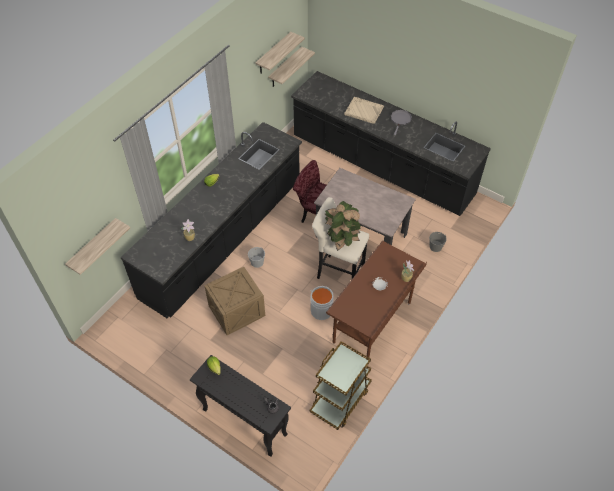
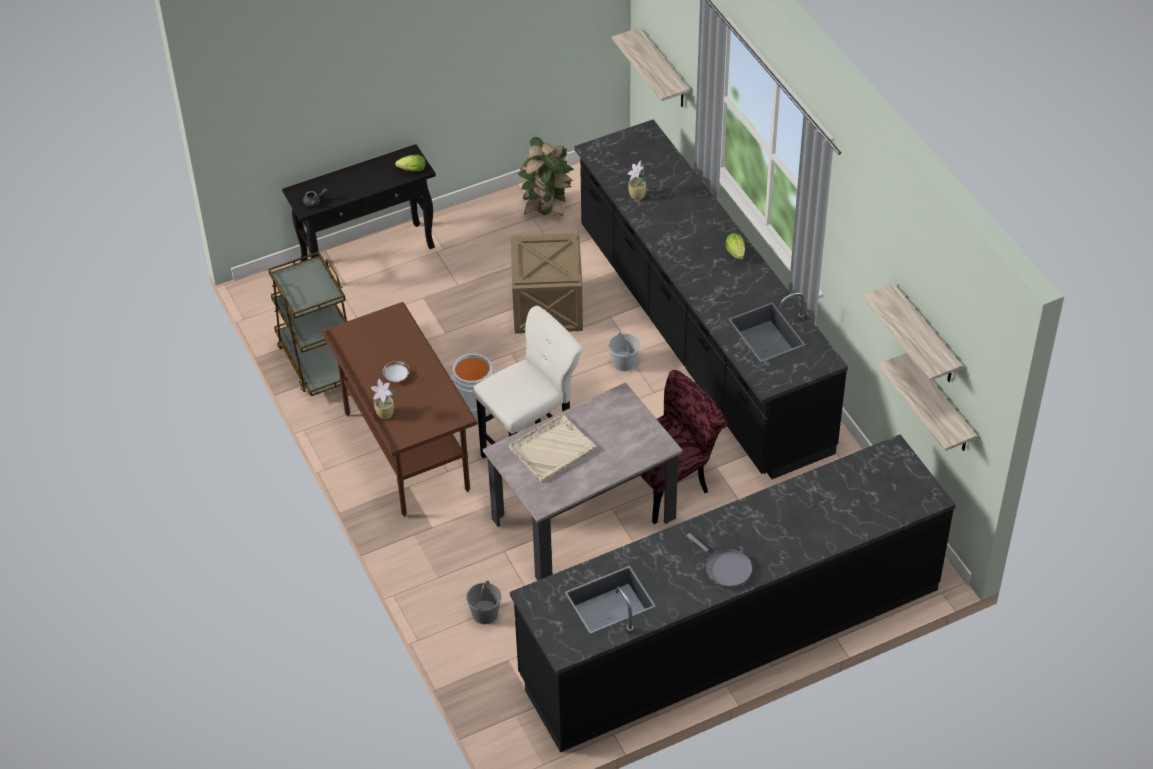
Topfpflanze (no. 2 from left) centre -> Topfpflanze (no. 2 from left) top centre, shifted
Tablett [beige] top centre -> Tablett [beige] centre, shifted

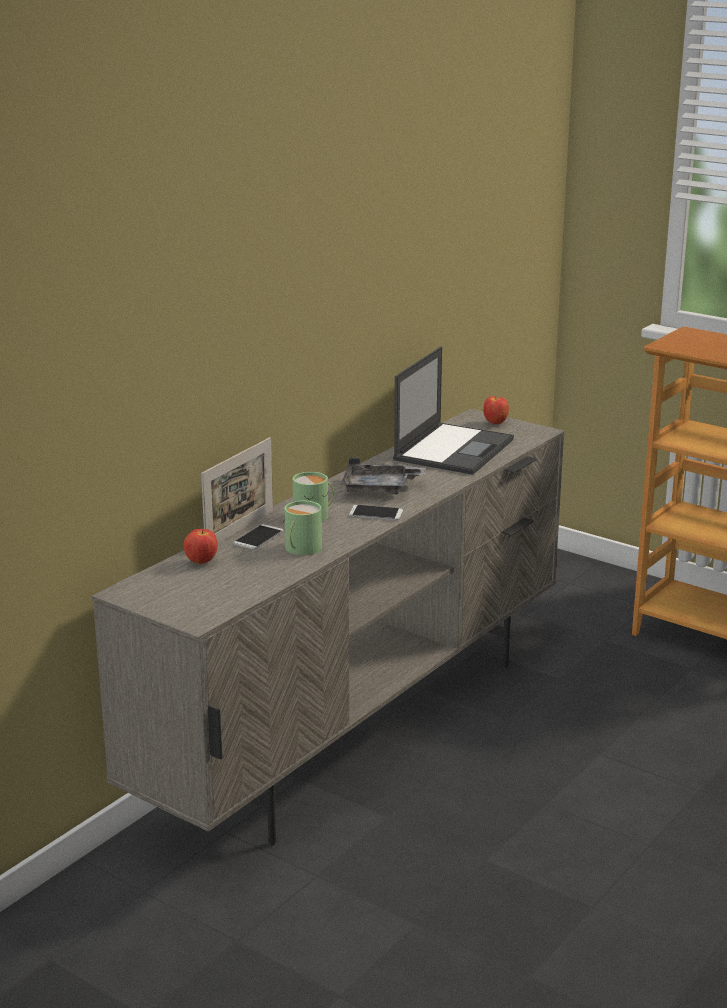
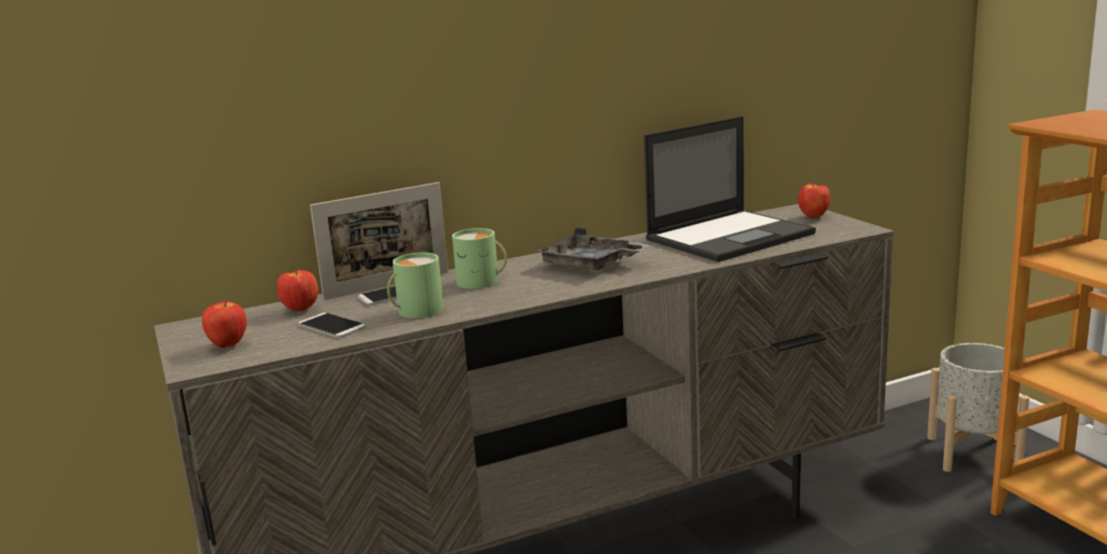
Handy (no. 2 from left in the first image) centre -> Handy (no. 1 from left) middle left, shifted
none -> Apfel (no. 1 from left) middle left
none -> Pflanzkübel [grau] bottom right

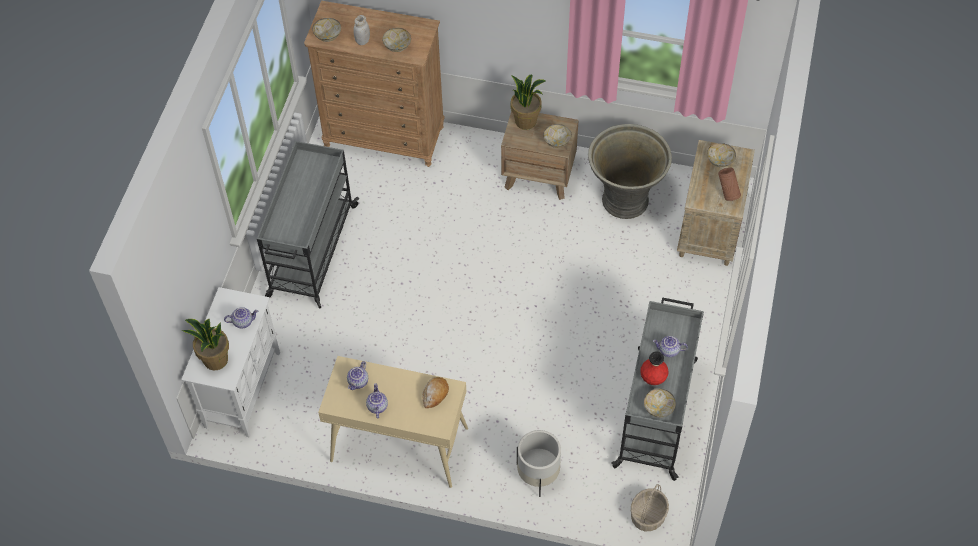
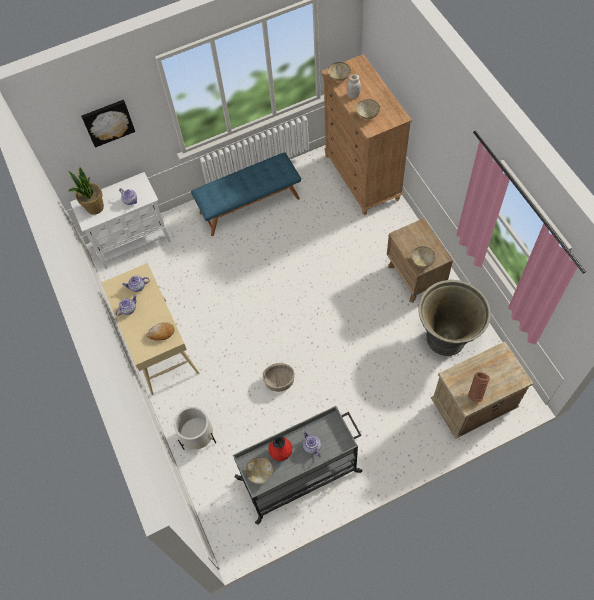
Rollwagen [grau] (no. 1 from left) middle left -> Bank [blau] top centre
Topfpflanze (no. 2 from left) top centre -> none
Korb bottom centre -> Korb centre, shifted
Schüssel (no. 5 from left) top right -> none
none -> Bild top left

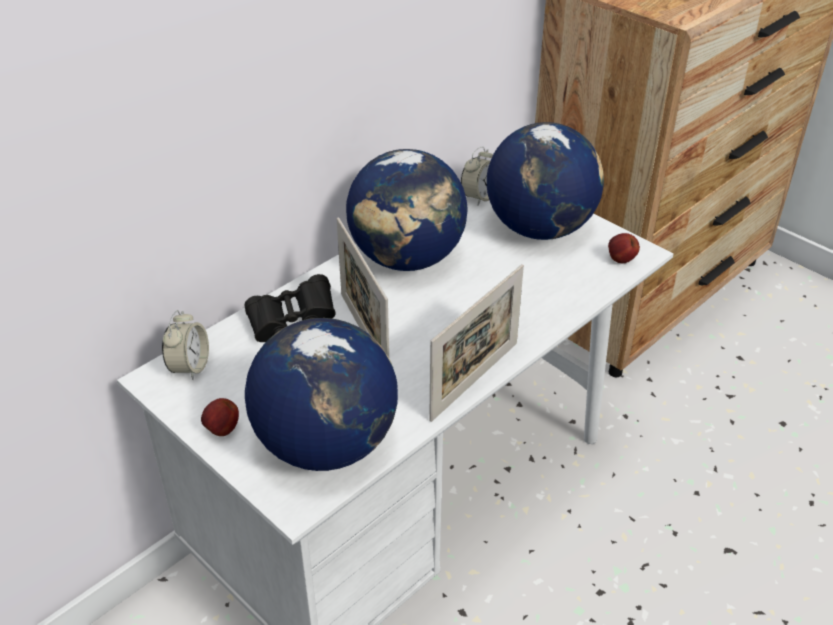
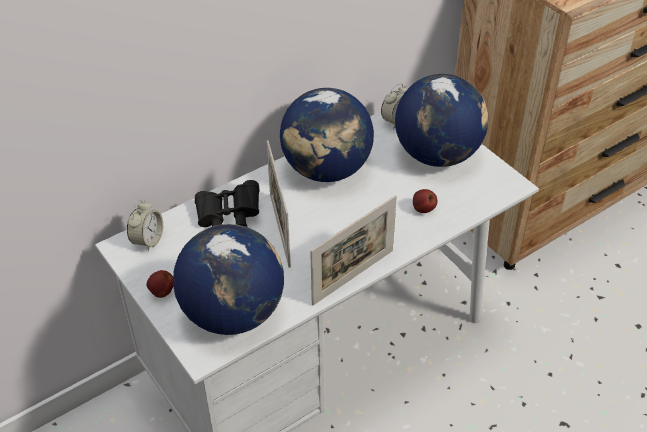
Apfel (no. 2 from left) middle right -> Apfel (no. 2 from left) centre, shifted

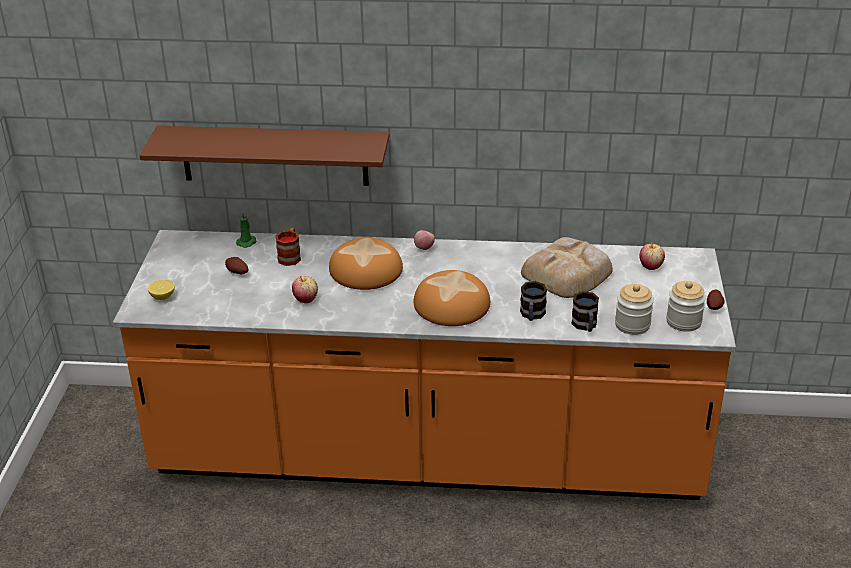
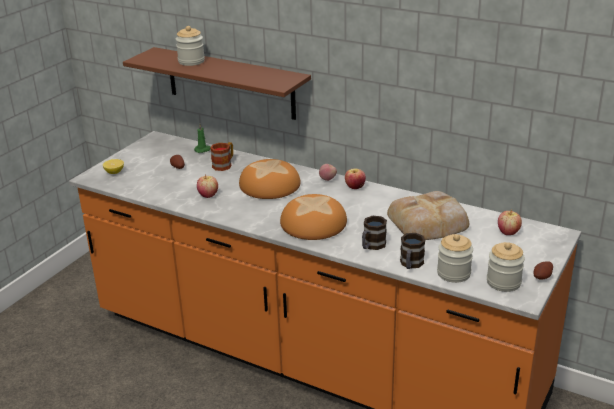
none -> Vorratsglas (no. 1 from left) top left
none -> Apfel (no. 3 from left) centre

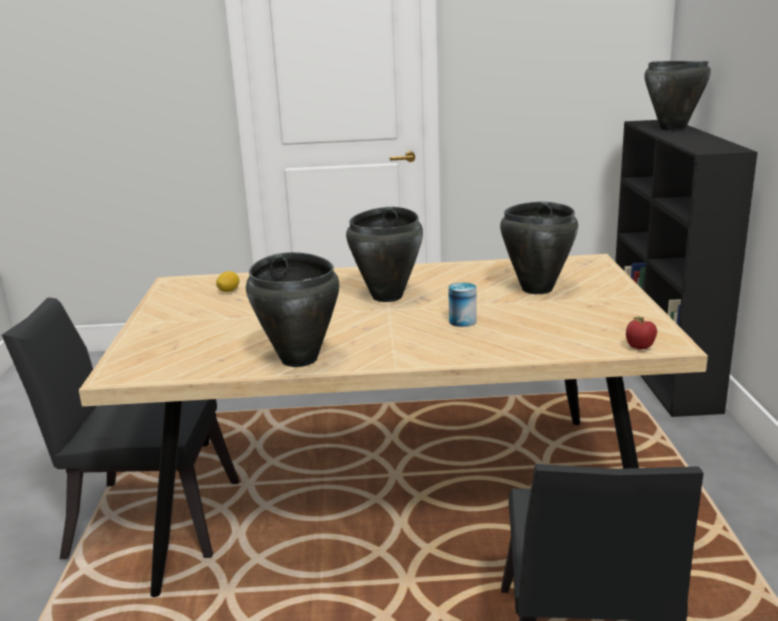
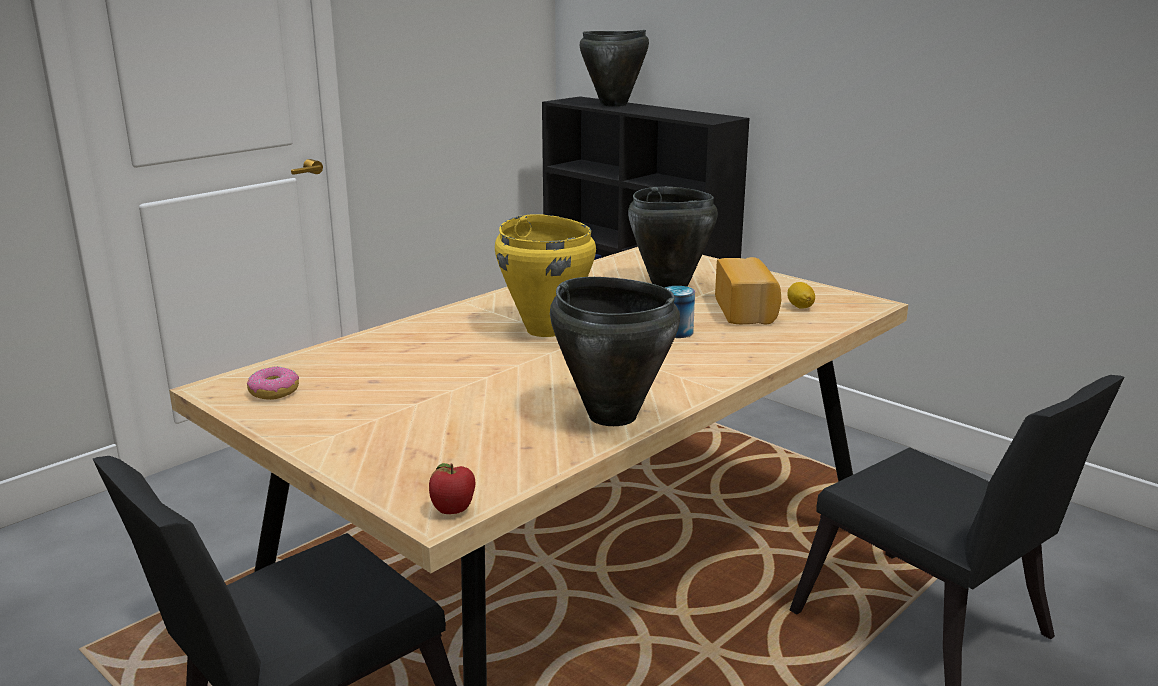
Zitrone middle left -> Zitrone middle right, shifted
Kochtopf [schwarz] (no. 2 from left) centre -> Kochtopf [gelb] centre
Apfel middle right -> Apfel bottom centre, shifted
none -> Donut middle left
none -> Brot centre

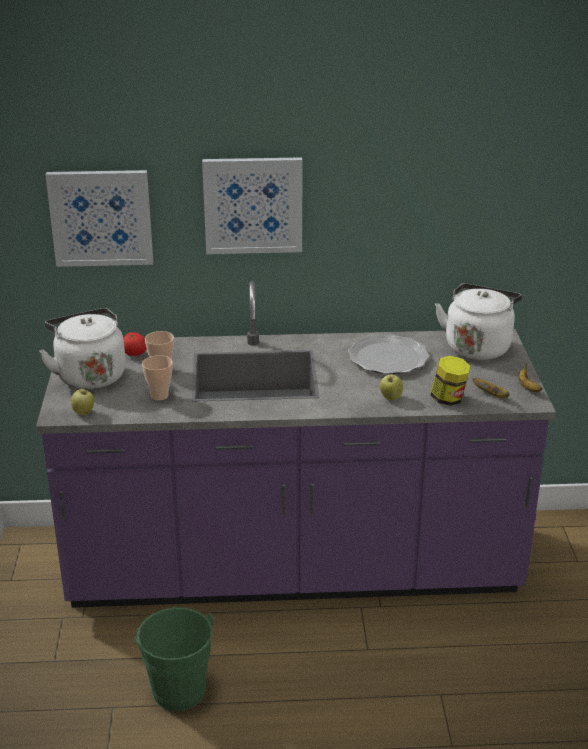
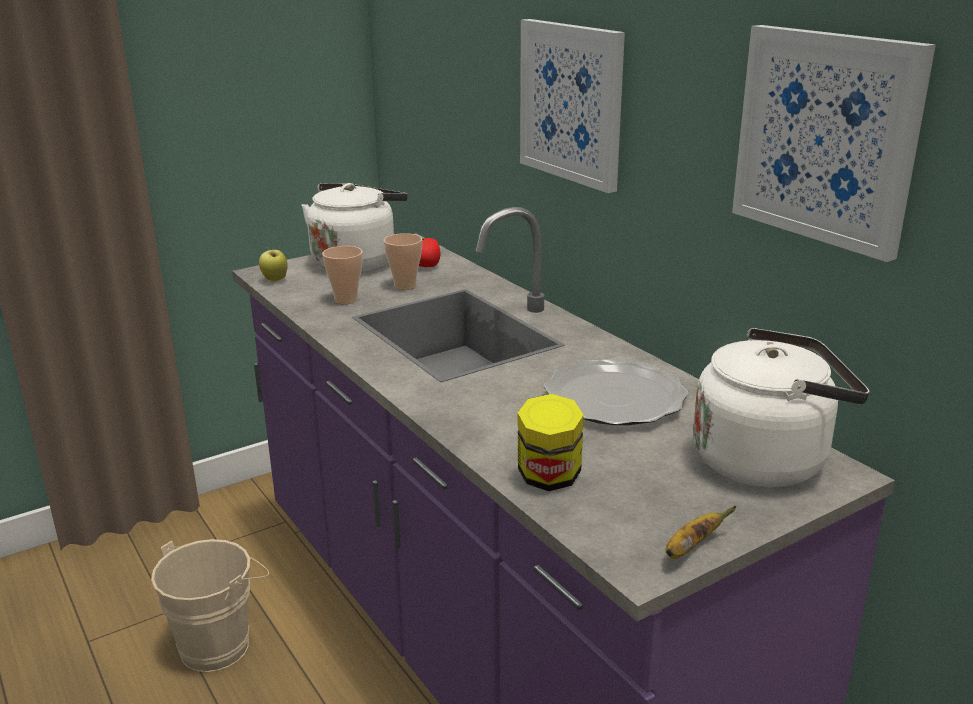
Bild (no. 1 from left in the first image) top left -> Bild (no. 2 from left) top right, shifted
Eimer [grün] bottom left -> Eimer [beige] bottom left
Apfel (no. 2 from left) centre -> none
Banane (no. 1 from left) middle right -> none

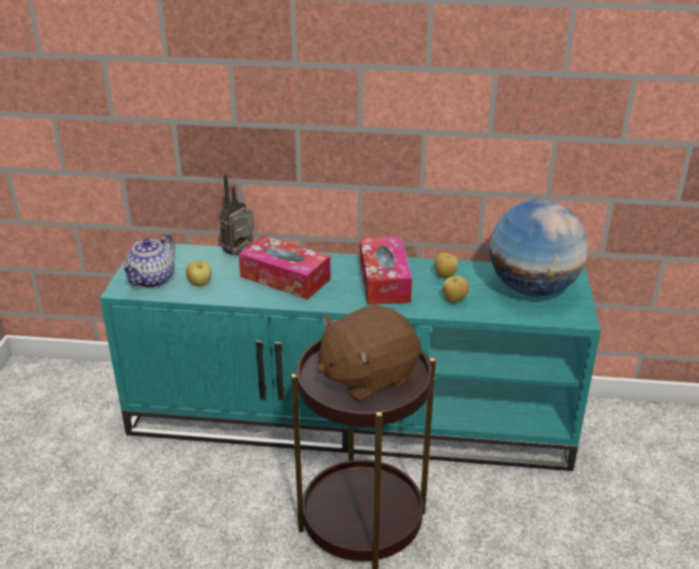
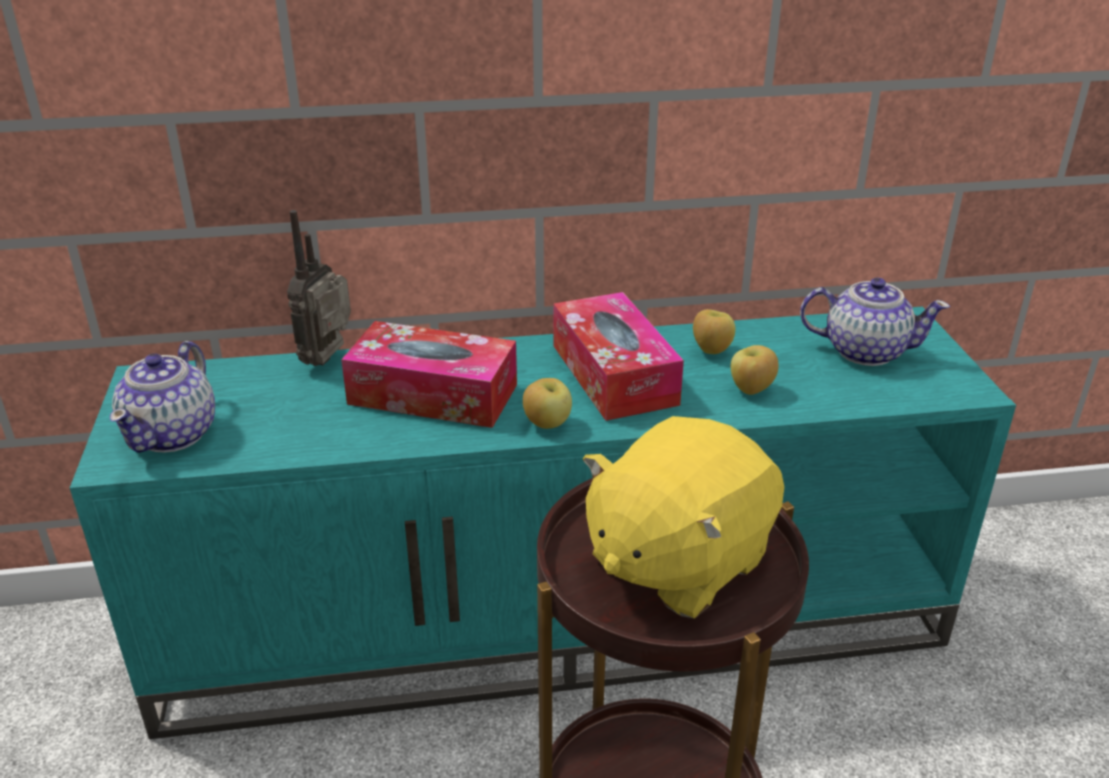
Apfel (no. 1 from left) middle left -> Apfel (no. 1 from left) centre, shifted
Plüschtier [braun] centre -> Plüschtier [gelb] centre
Globus middle right -> Teekanne (no. 2 from left) middle right

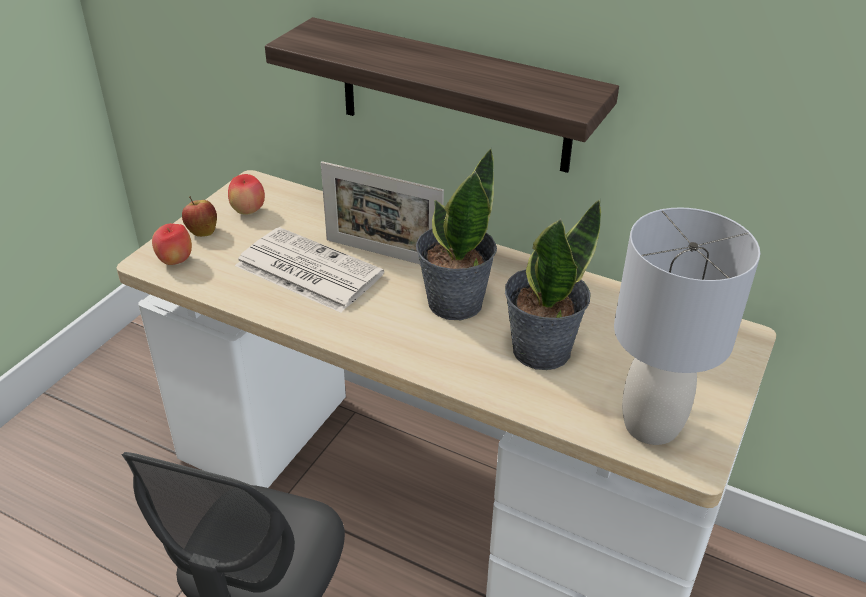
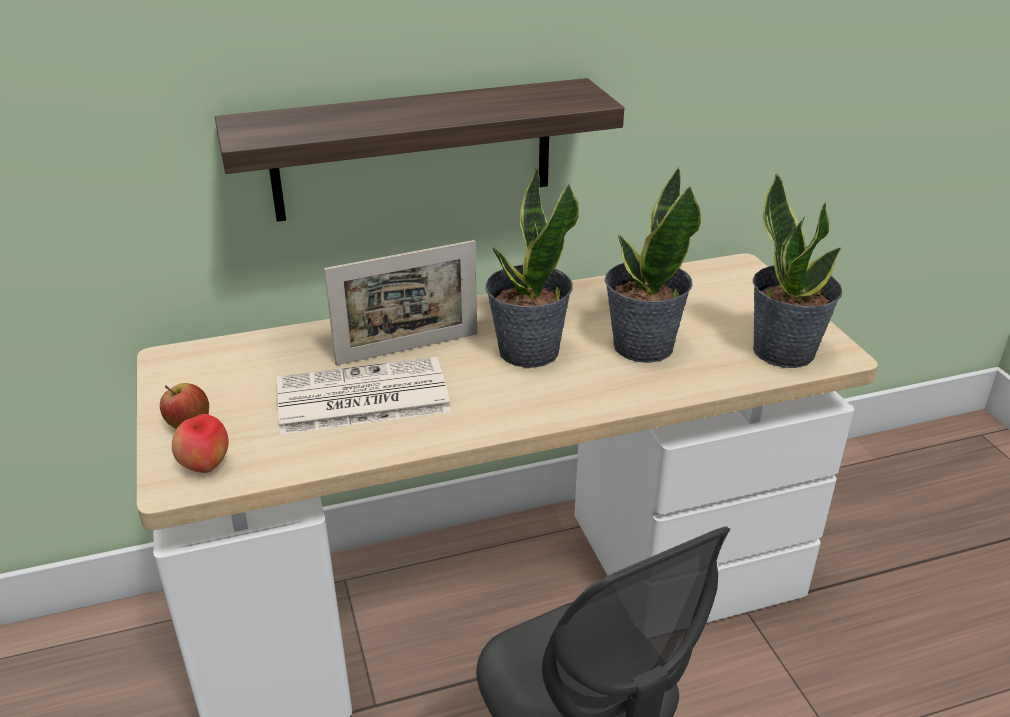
Apfel (no. 3 from left) top left -> none
Tischlampe [grau] middle right -> Topfpflanze (no. 3 from left) middle right

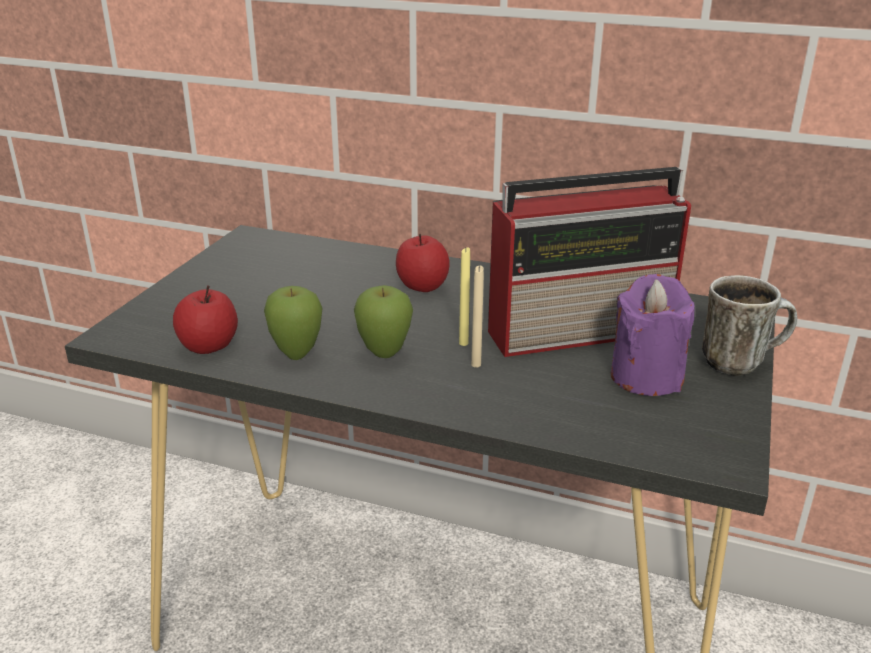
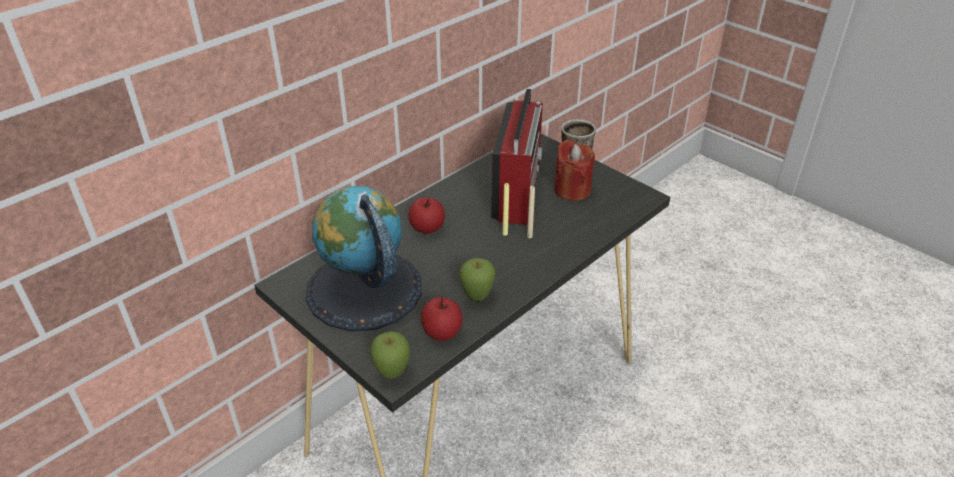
Apfel (no. 3 from left in the first image) centre -> Apfel (no. 1 from left) bottom centre, shifted
Kerze [lila] middle right -> Kerze [rot] centre
none -> Globus centre

